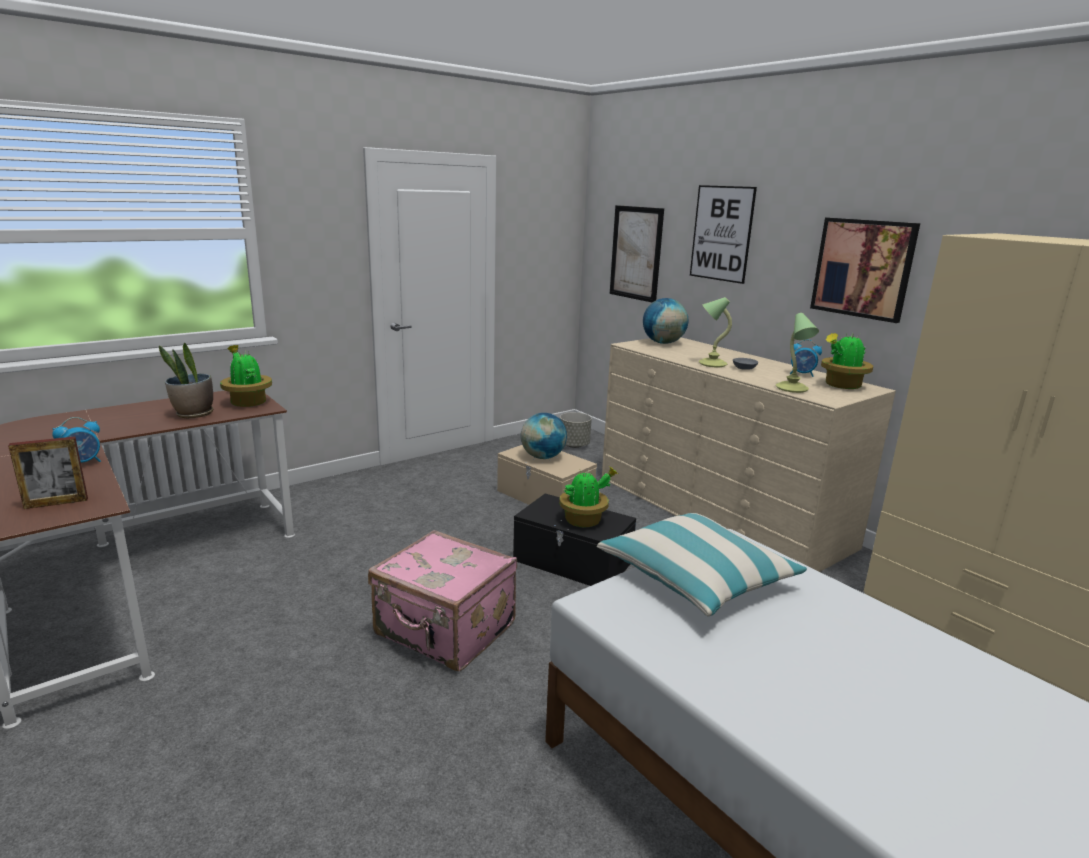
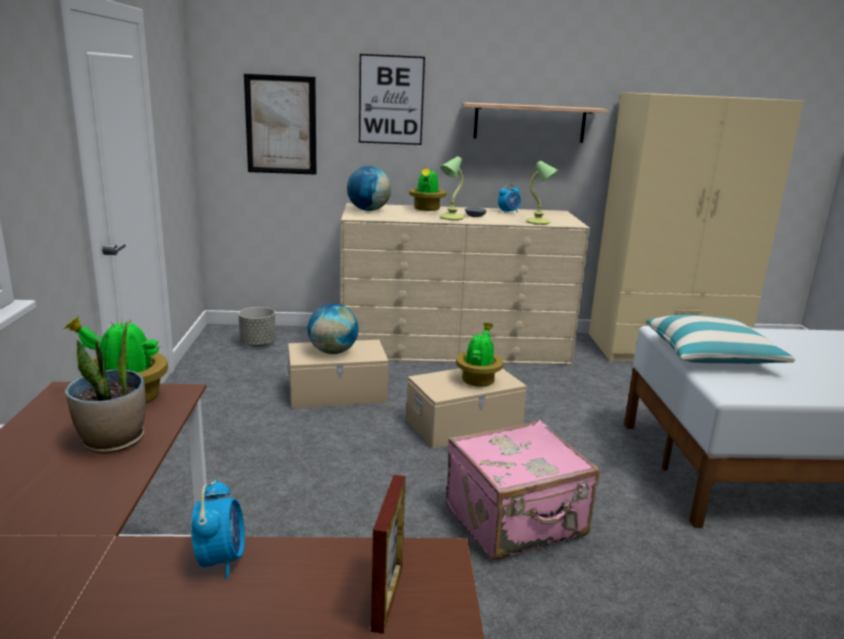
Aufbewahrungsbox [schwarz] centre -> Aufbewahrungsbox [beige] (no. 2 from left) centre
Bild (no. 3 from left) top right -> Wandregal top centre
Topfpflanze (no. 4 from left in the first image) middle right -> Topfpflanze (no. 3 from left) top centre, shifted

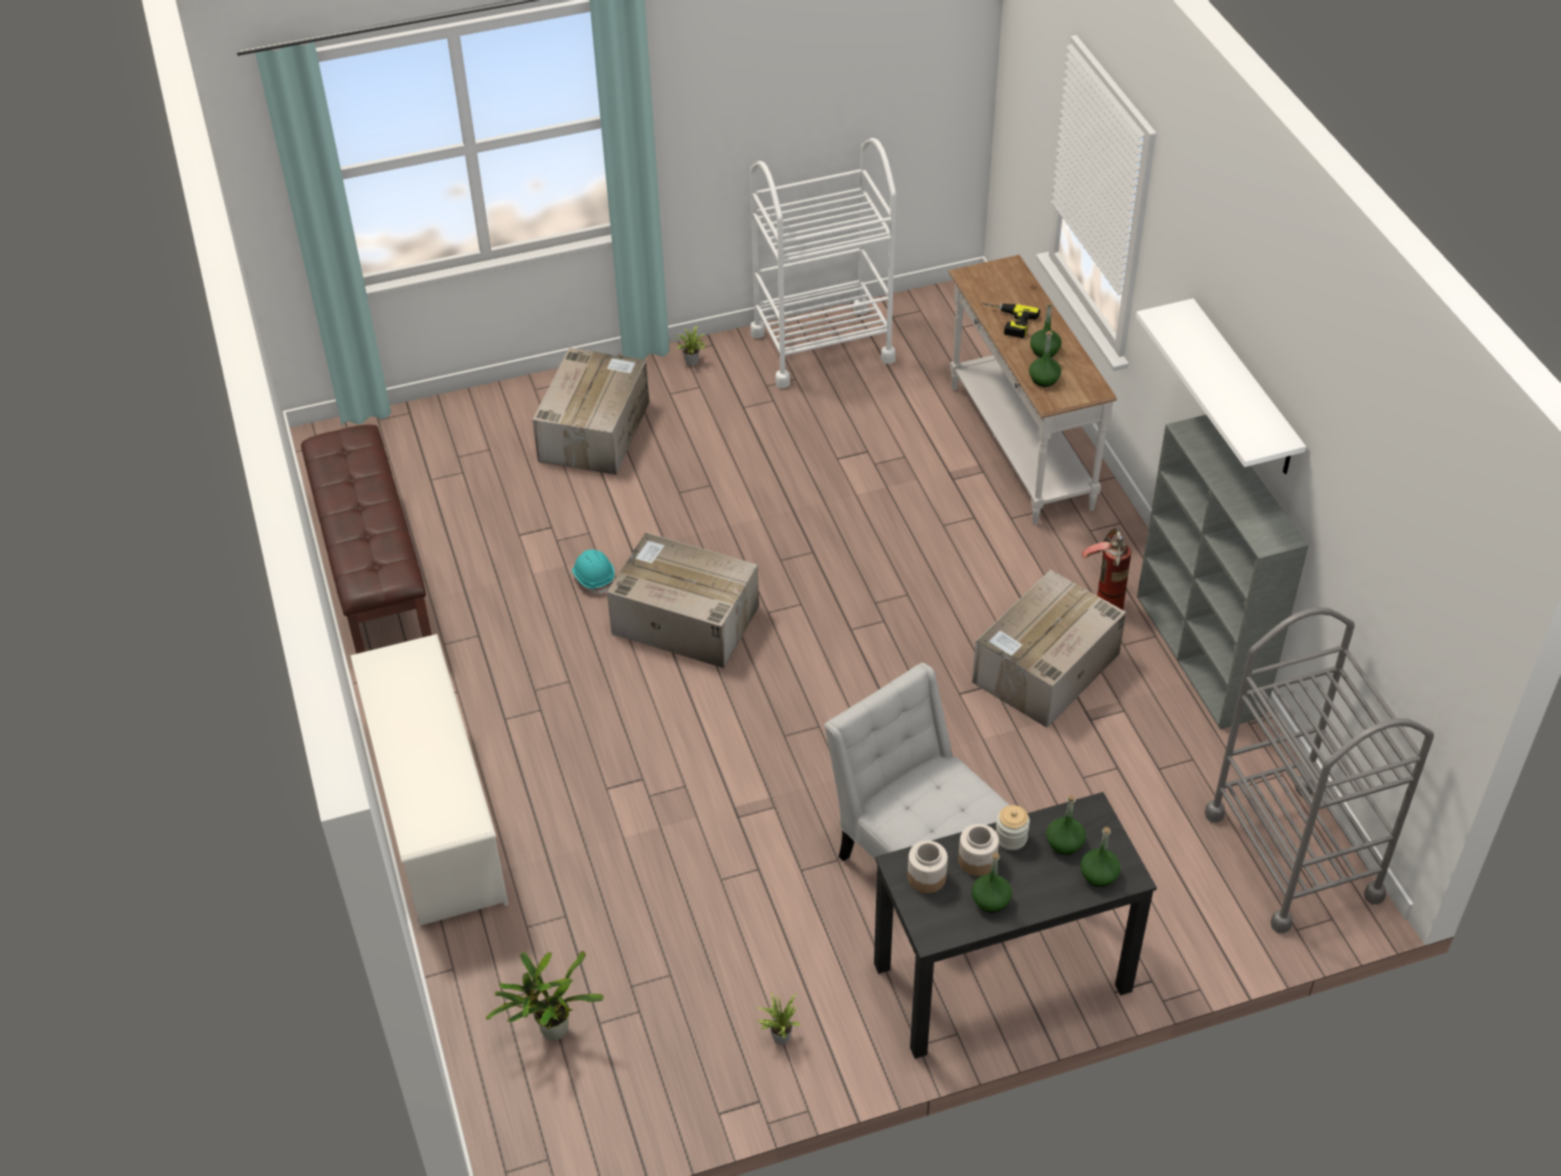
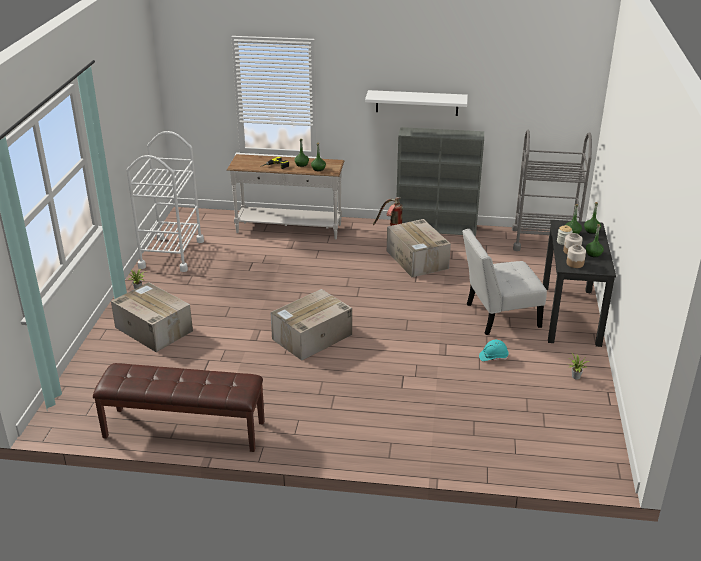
Schuhregal [weiß] middle left -> none
Topfpflanze (no. 1 from left) bottom centre -> none
Schutzhelm [türkis] centre -> Schutzhelm [türkis] middle right, shifted

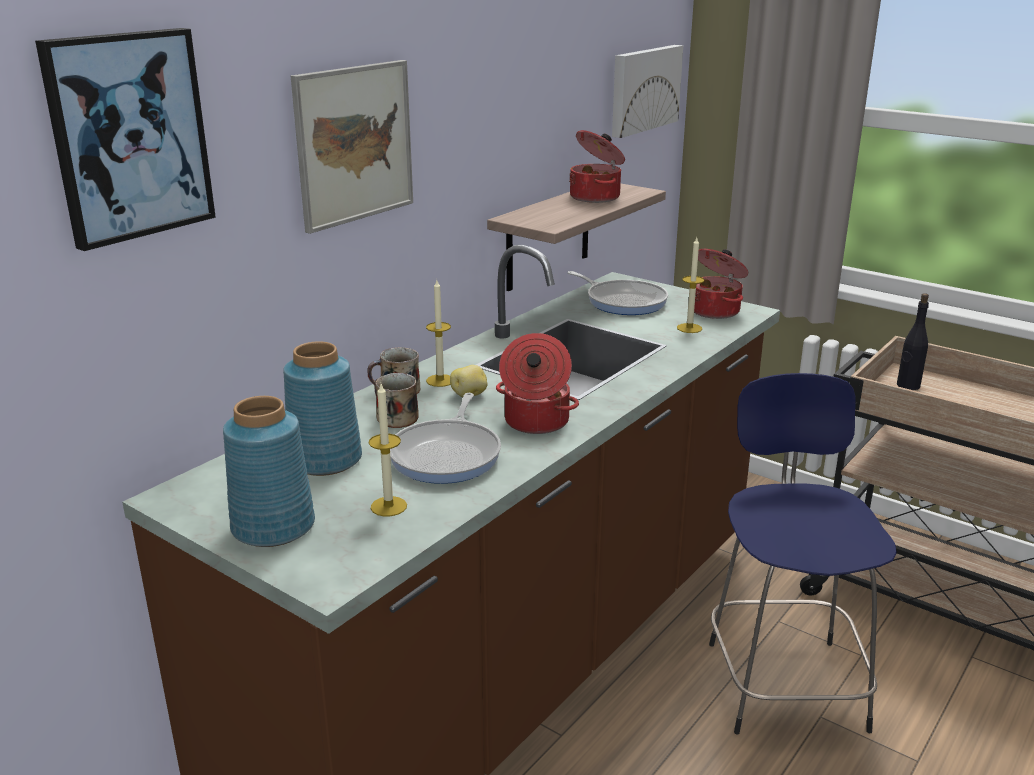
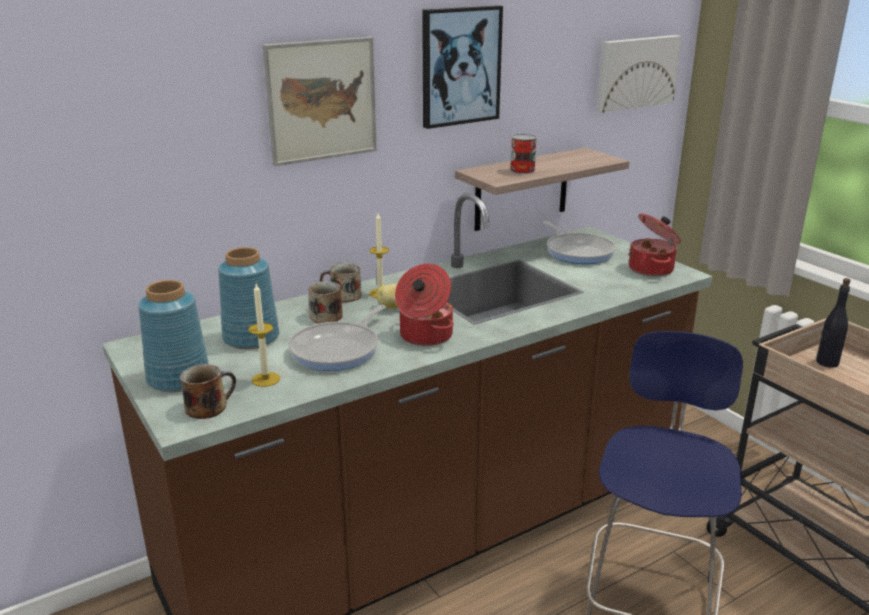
Bild (no. 1 from left in the first image) top left -> Bild (no. 2 from left) top centre, shifted
Kochtopf (no. 2 from left) top centre -> none
Kerze (no. 3 from left) middle right -> none
none -> Henkelbecher (no. 1 from left) middle left
none -> Dose top centre

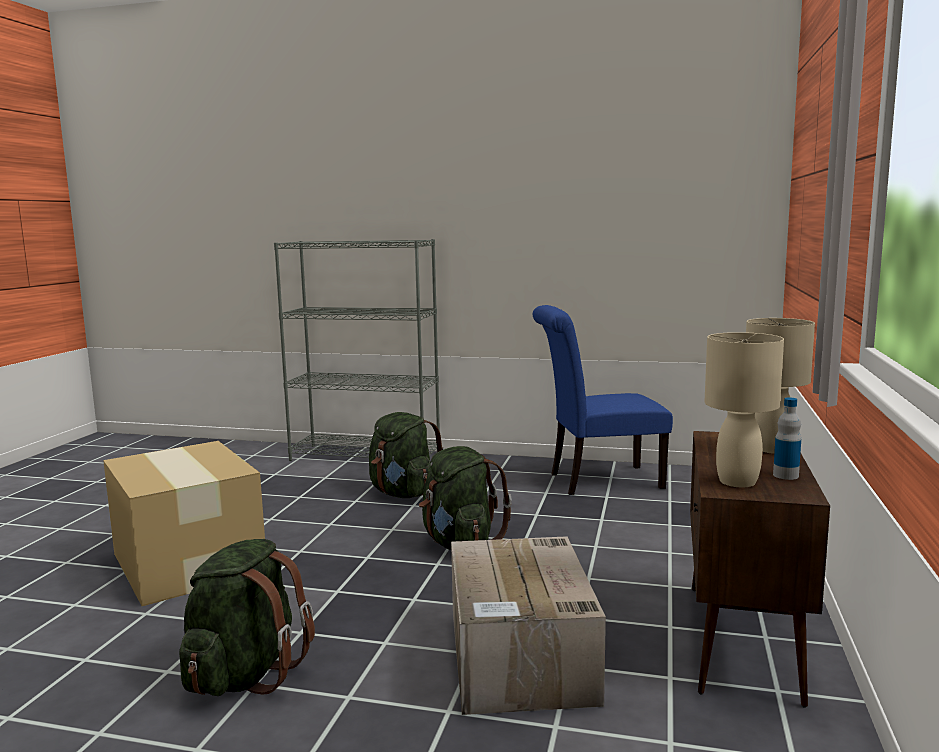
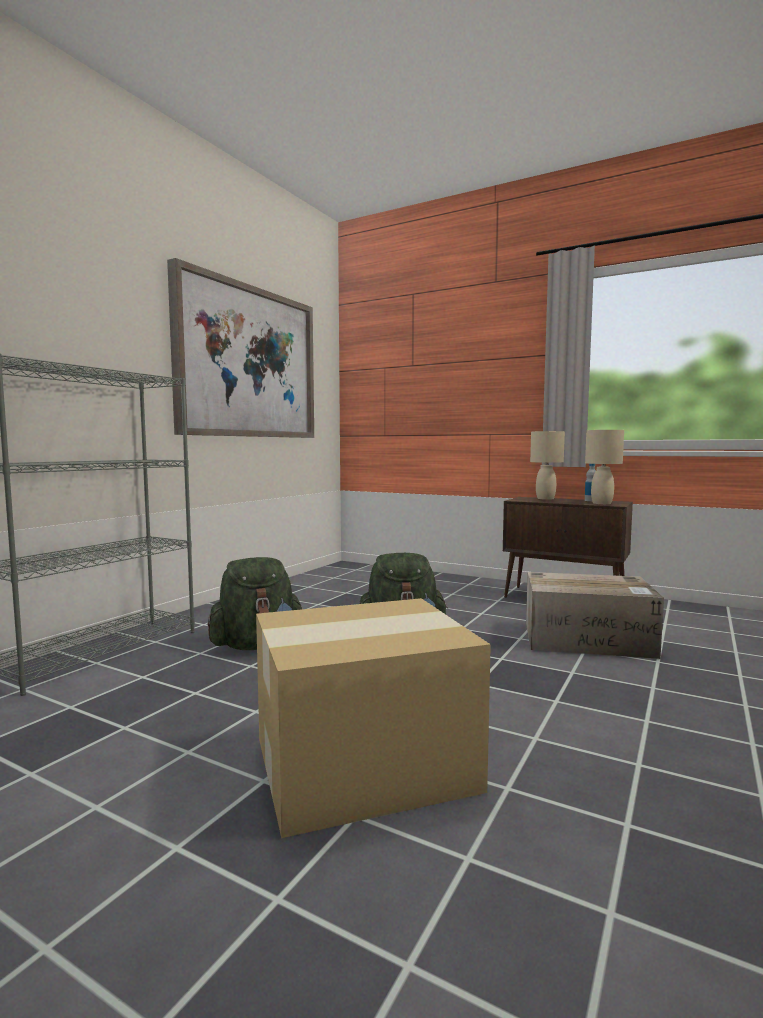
Rucksack [grün] (no. 1 from left) bottom left -> none
Stuhl [blau] centre -> none
none -> Bild middle left

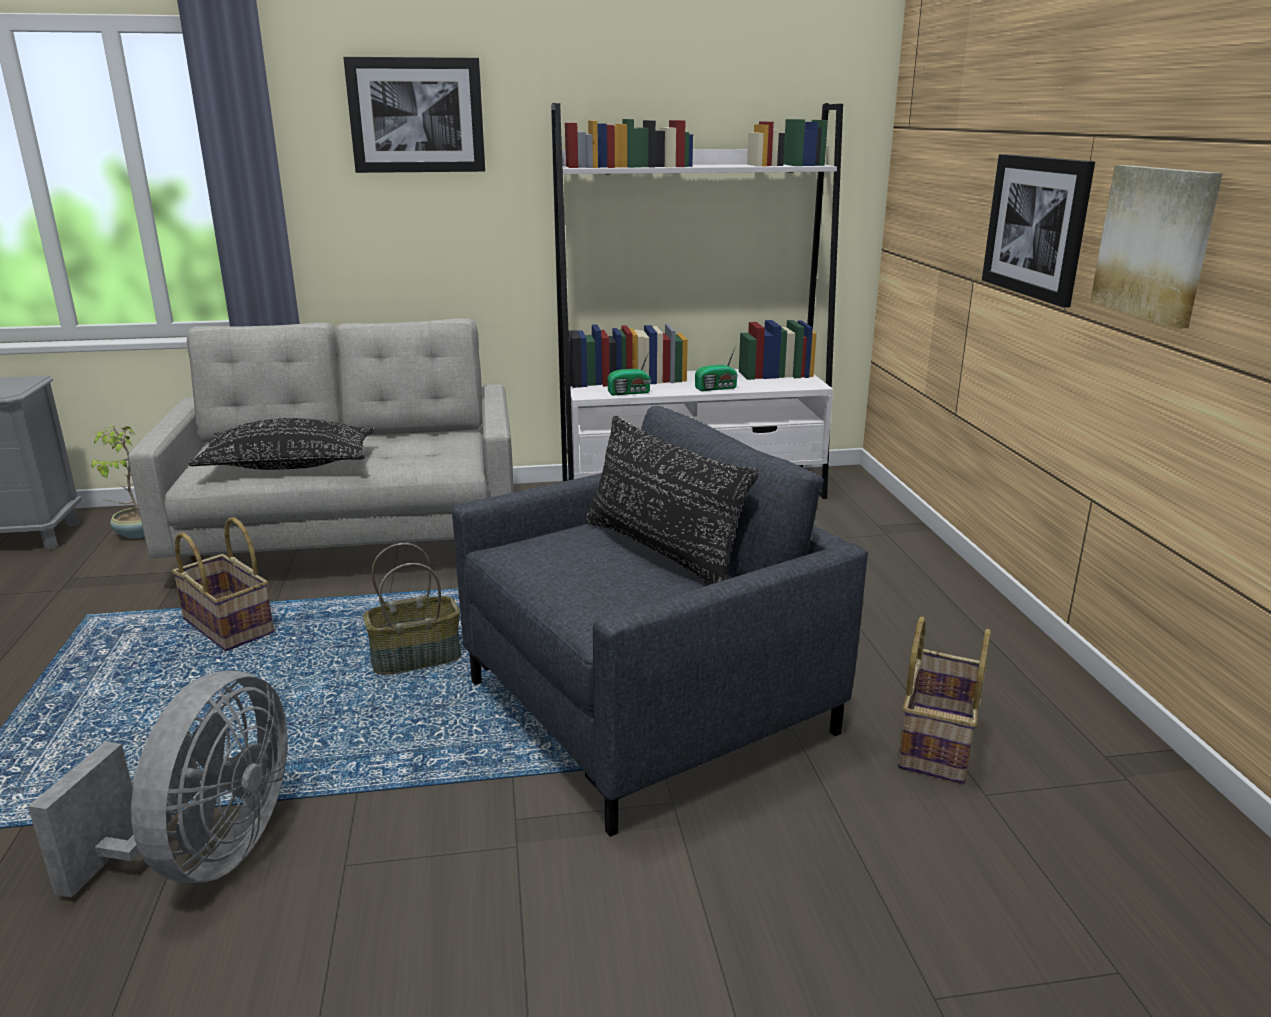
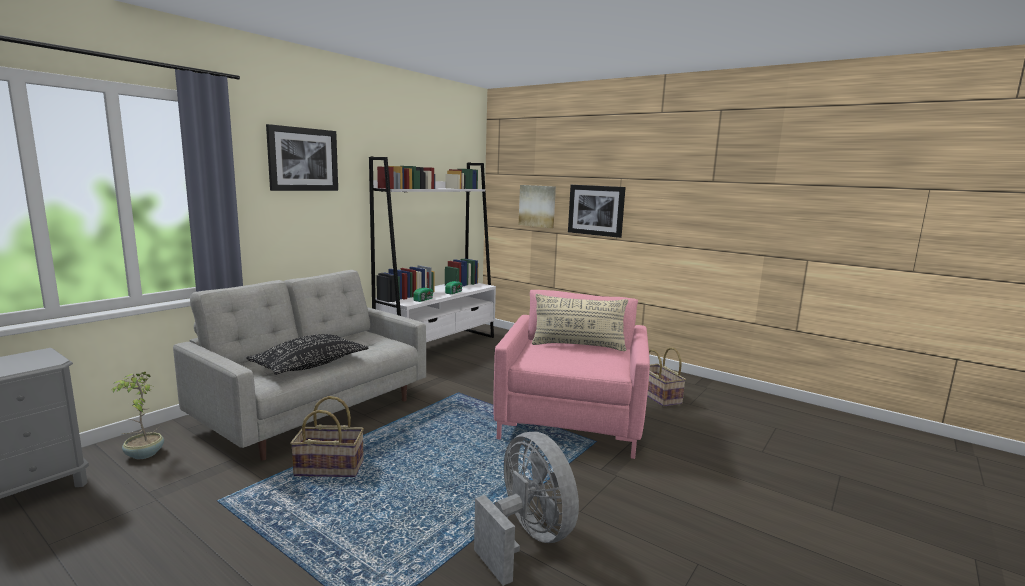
Korb (no. 2 from left) middle left -> none
Sessel [grau] centre -> Sessel [rosa] centre
Kissen [schwarz] (no. 2 from left) centre -> Kissen [beige] centre
Bild (no. 3 from left in the first image) top right -> Bild (no. 2 from left) centre, shifted

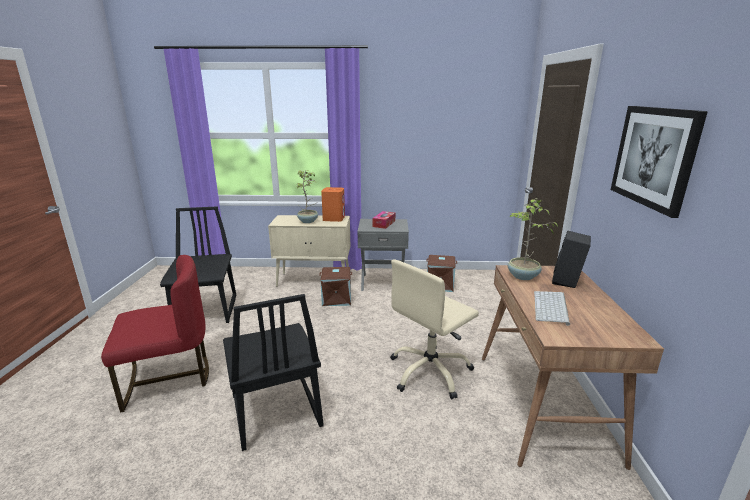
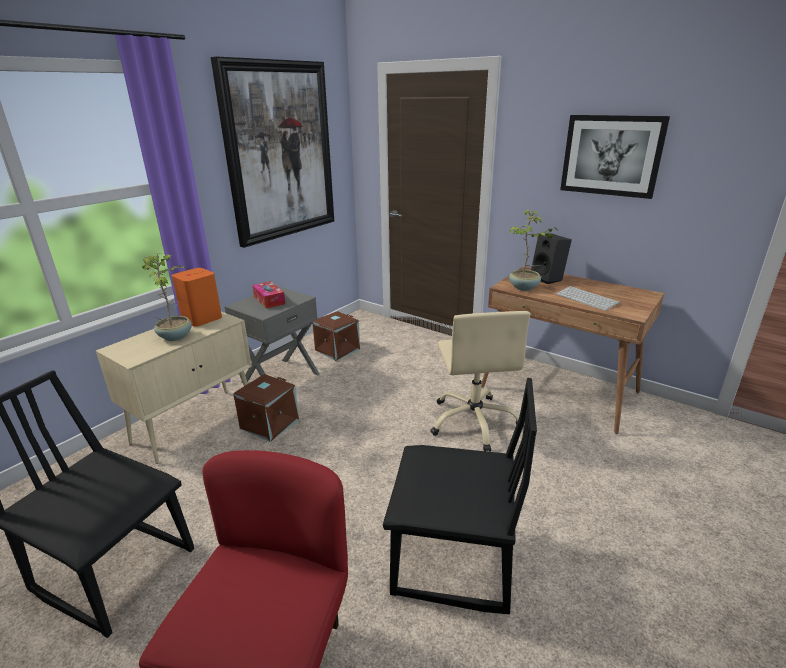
none -> Bild (no. 1 from left) top centre

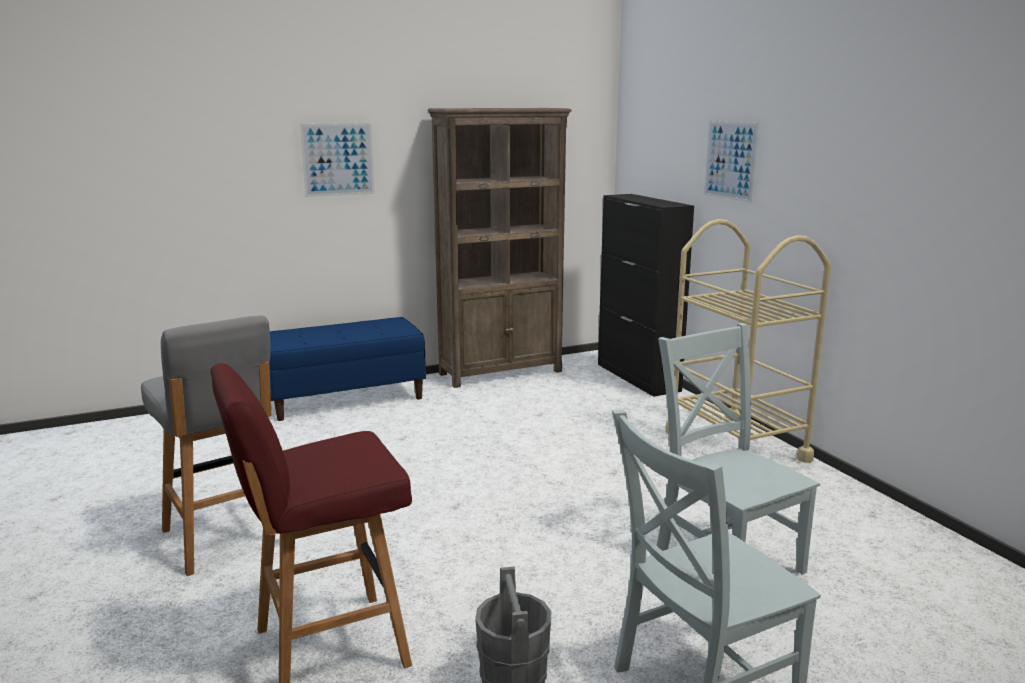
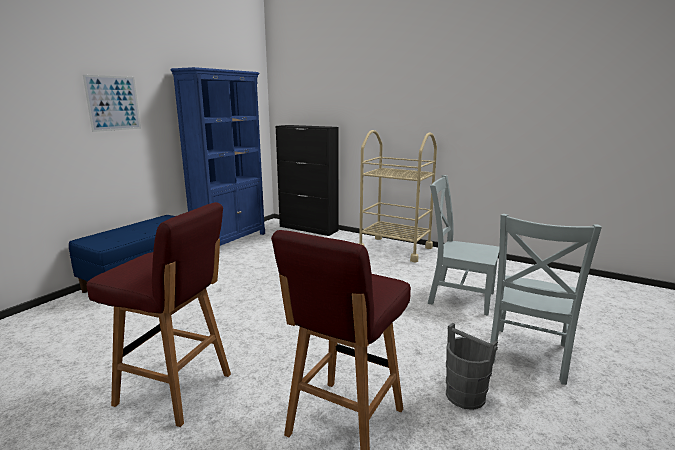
Hocker [grau] middle left -> Hocker [rot] (no. 1 from left) bottom left
Bücherregal [braun] centre -> Bücherregal [blau] middle left
Bild (no. 2 from left) top right -> none

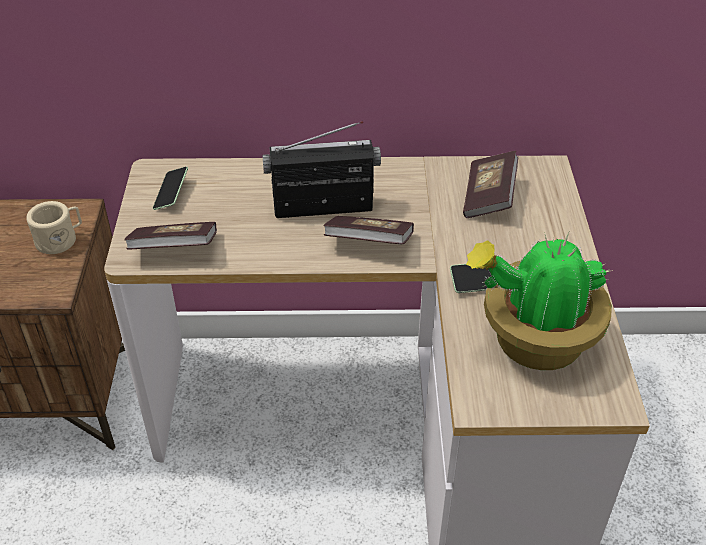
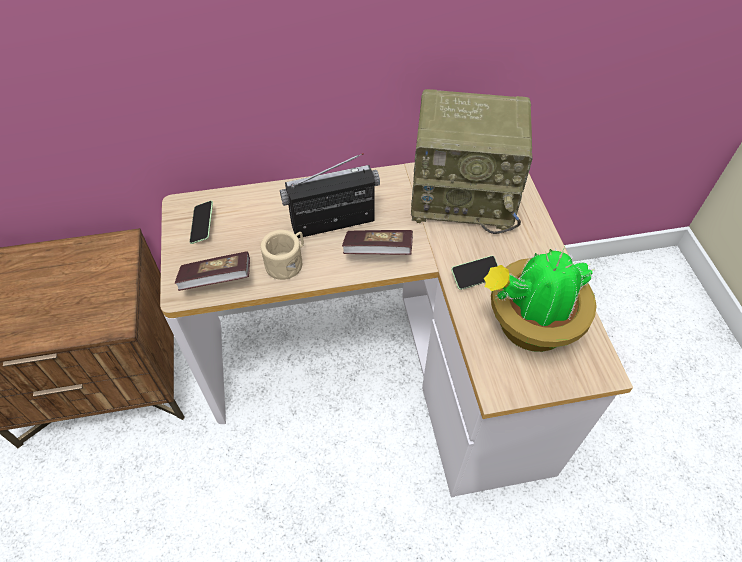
Henkelbecher [beige] middle left -> Henkelbecher [beige] centre, shifted
Buch (no. 3 from left) middle right -> Radio (no. 2 from left) top centre

